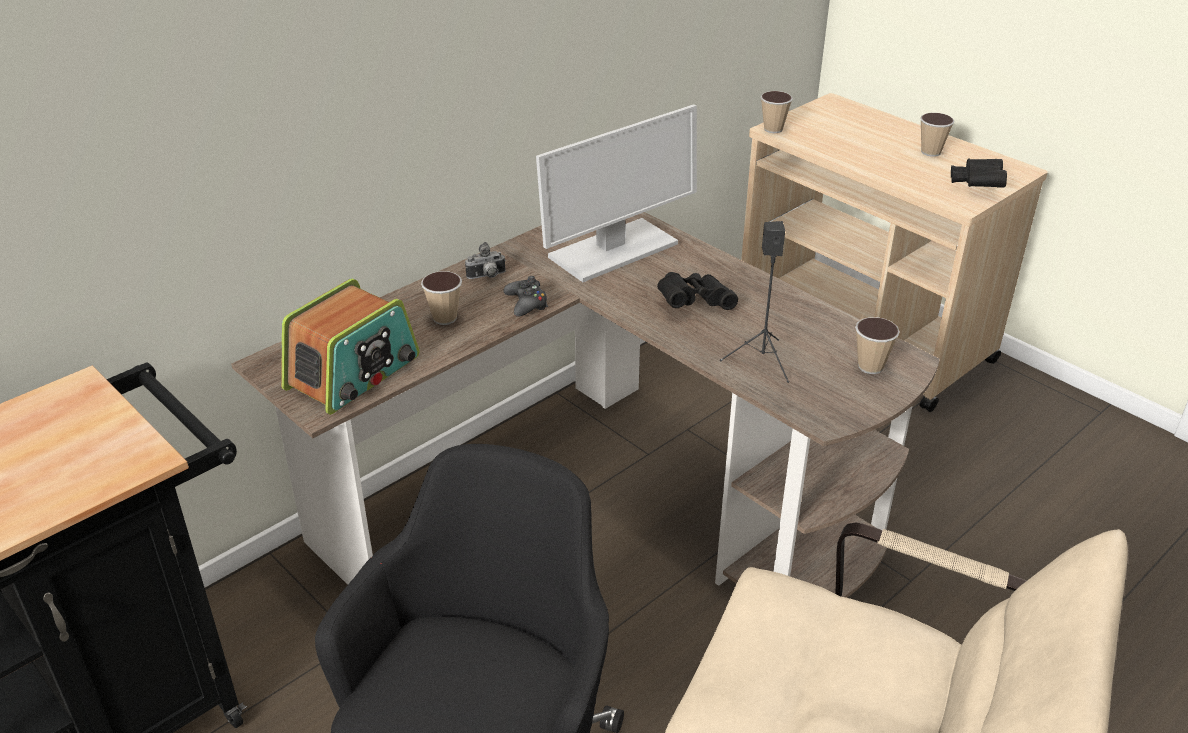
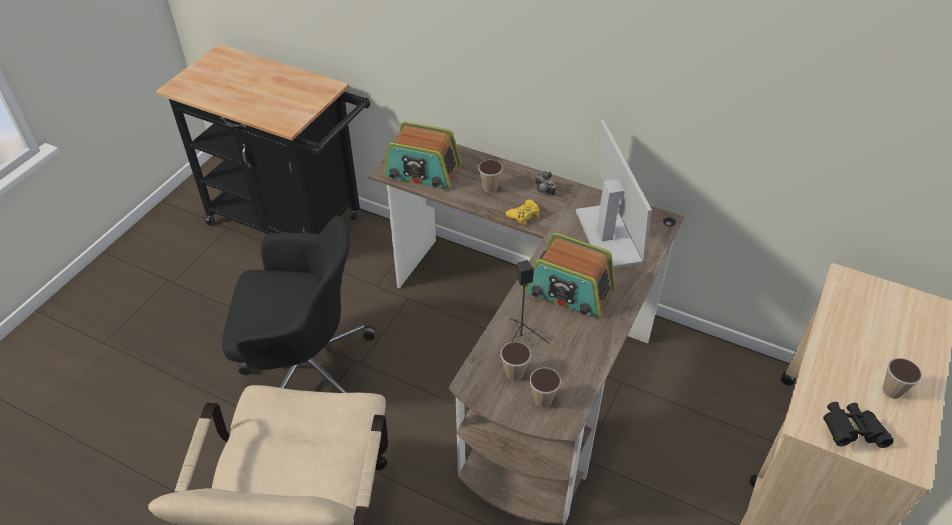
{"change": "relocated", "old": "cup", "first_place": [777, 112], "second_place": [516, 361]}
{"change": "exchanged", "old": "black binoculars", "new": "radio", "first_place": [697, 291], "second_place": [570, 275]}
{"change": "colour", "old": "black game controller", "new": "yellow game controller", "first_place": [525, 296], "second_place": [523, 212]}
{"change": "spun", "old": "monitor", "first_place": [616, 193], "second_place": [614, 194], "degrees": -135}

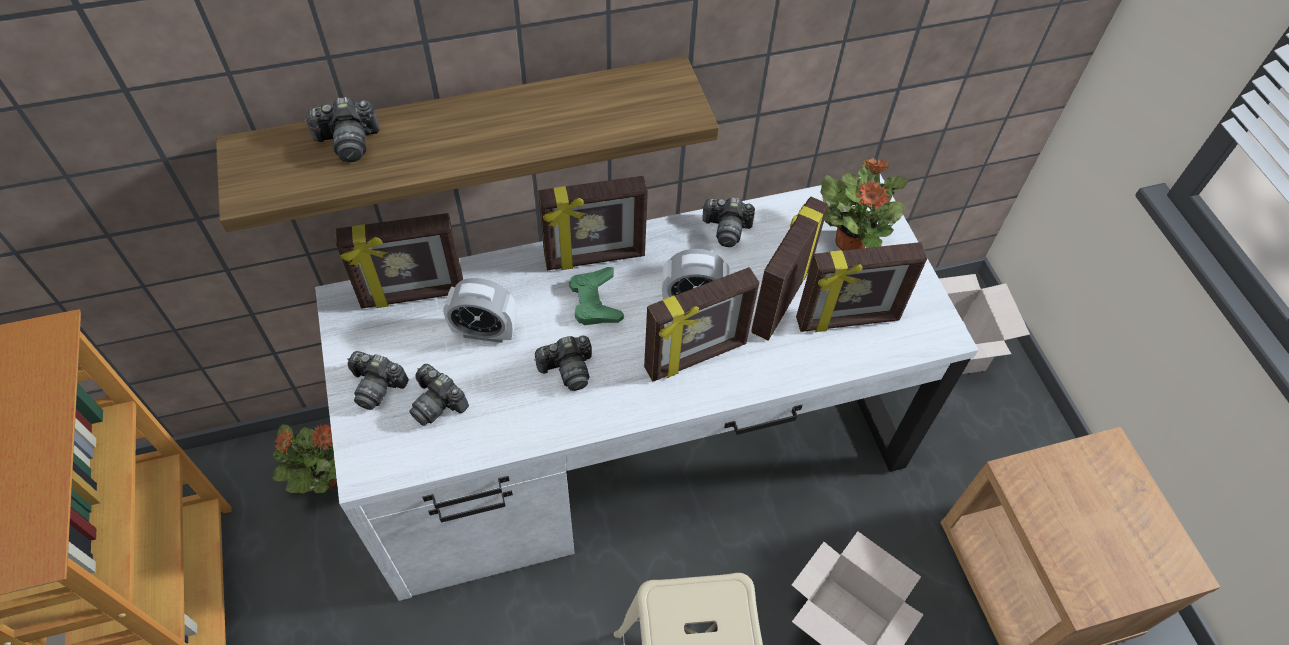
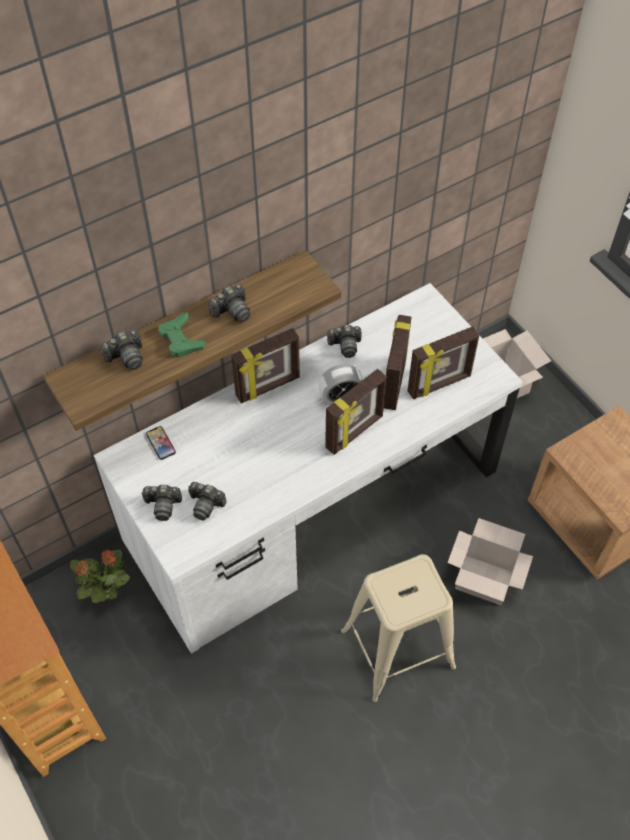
{"change": "missing", "old": "alarm clock", "first_place": [480, 310]}
{"change": "missing", "old": "potted plant", "first_place": [864, 204]}
{"change": "relocated", "old": "photo camera", "first_place": [563, 363], "second_place": [229, 303]}
{"change": "relocated", "old": "green game controller", "first_place": [596, 296], "second_place": [182, 335]}
{"change": "exchanged", "old": "picture frame", "new": "phone", "first_place": [399, 260], "second_place": [161, 443]}

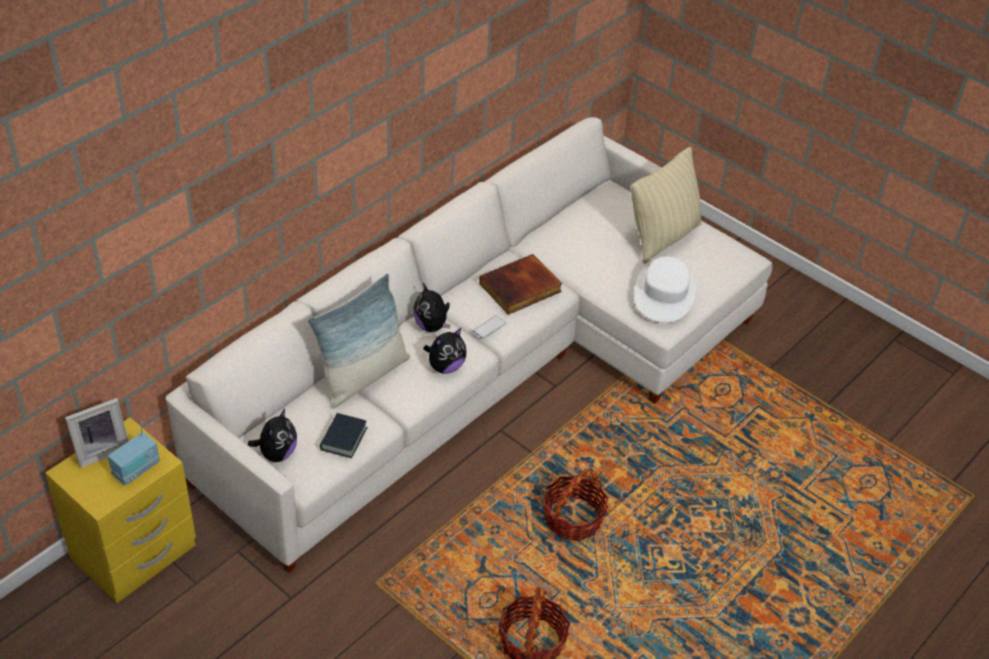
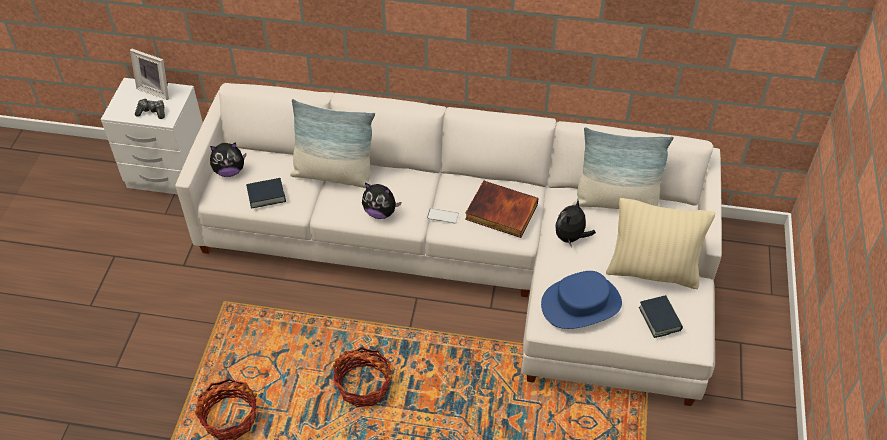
{"change": "appeared", "new": "pillow", "second_place": [623, 168]}
{"change": "appeared", "new": "book", "second_place": [661, 316]}
{"change": "relocated", "old": "plush toy", "first_place": [431, 307], "second_place": [575, 223]}
{"change": "exchanged", "old": "radio", "new": "game controller", "first_place": [134, 453], "second_place": [150, 109]}
{"change": "colour", "old": "yellow nightstand", "new": "white nightstand", "first_place": [120, 510], "second_place": [152, 136]}
{"change": "colour", "old": "white hat", "new": "blue hat", "first_place": [665, 290], "second_place": [581, 300]}

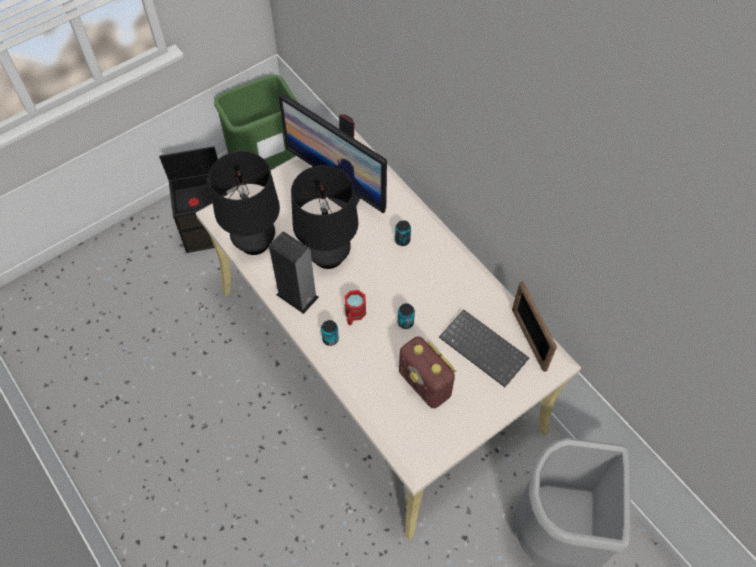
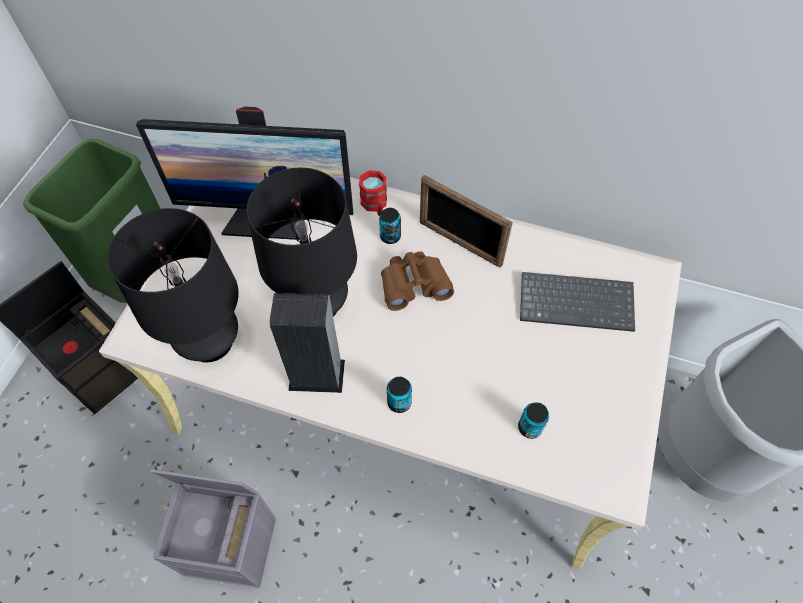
{"change": "missing", "old": "radio", "first_place": [428, 372]}
{"change": "appeared", "new": "grey storage box", "second_place": [213, 528]}
{"change": "appeared", "new": "brown binoculars", "second_place": [417, 281]}
{"change": "relocated", "old": "red mug", "first_place": [355, 307], "second_place": [373, 193]}
{"change": "relocated", "old": "can", "first_place": [406, 316], "second_place": [533, 420]}
{"change": "relocated", "old": "picture frame", "first_place": [534, 326], "second_place": [466, 221]}

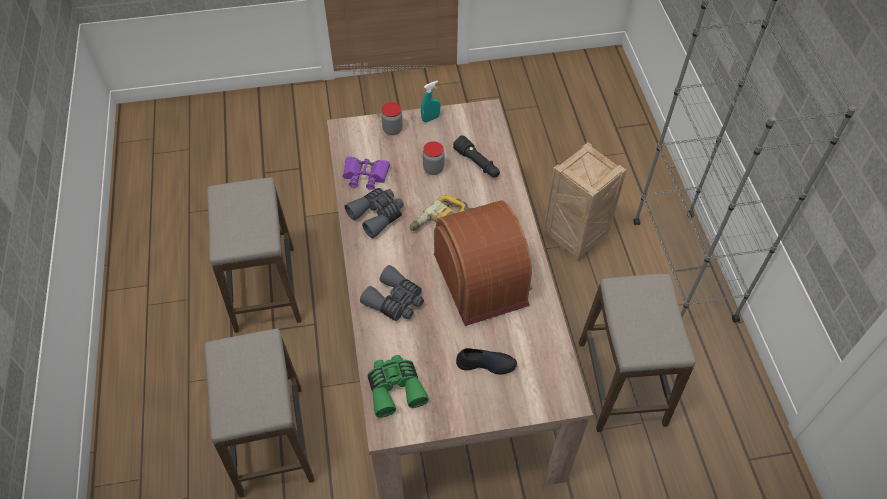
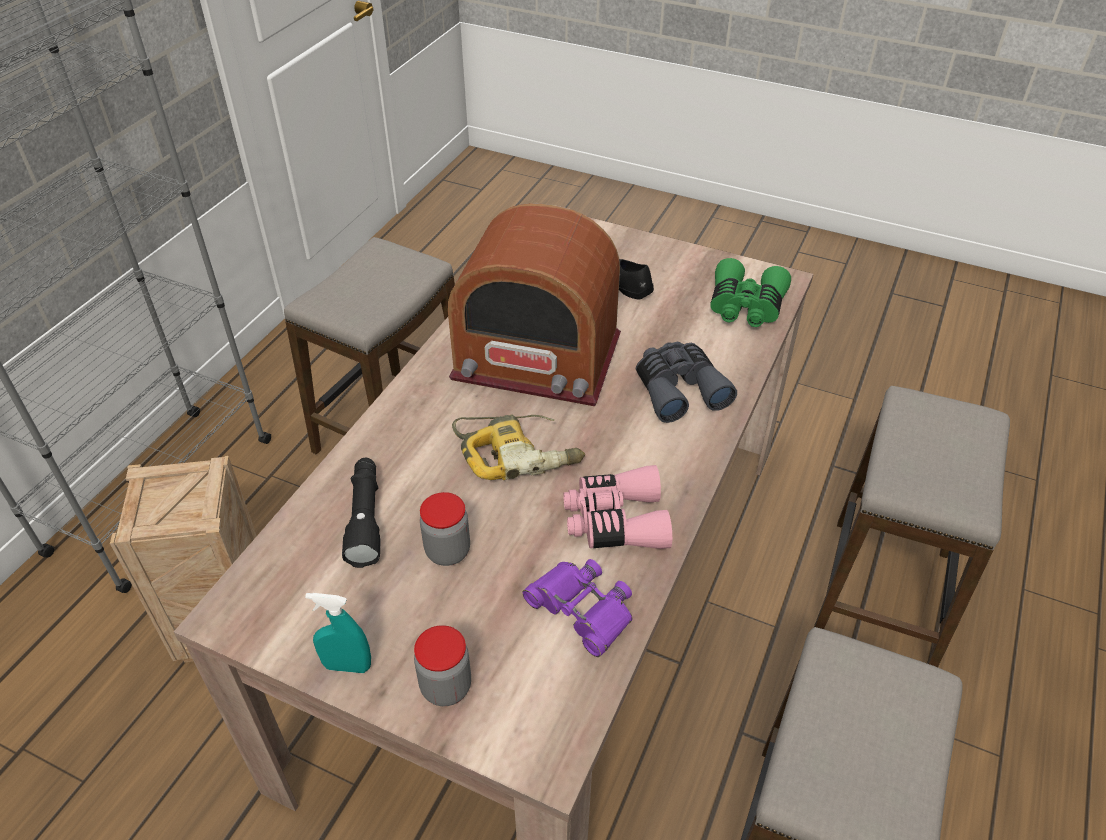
{"change": "colour", "old": "grey binoculars", "new": "pink binoculars", "first_place": [374, 213], "second_place": [617, 507]}
{"change": "spun", "old": "radio", "first_place": [482, 263], "second_place": [534, 304], "degrees": -90}

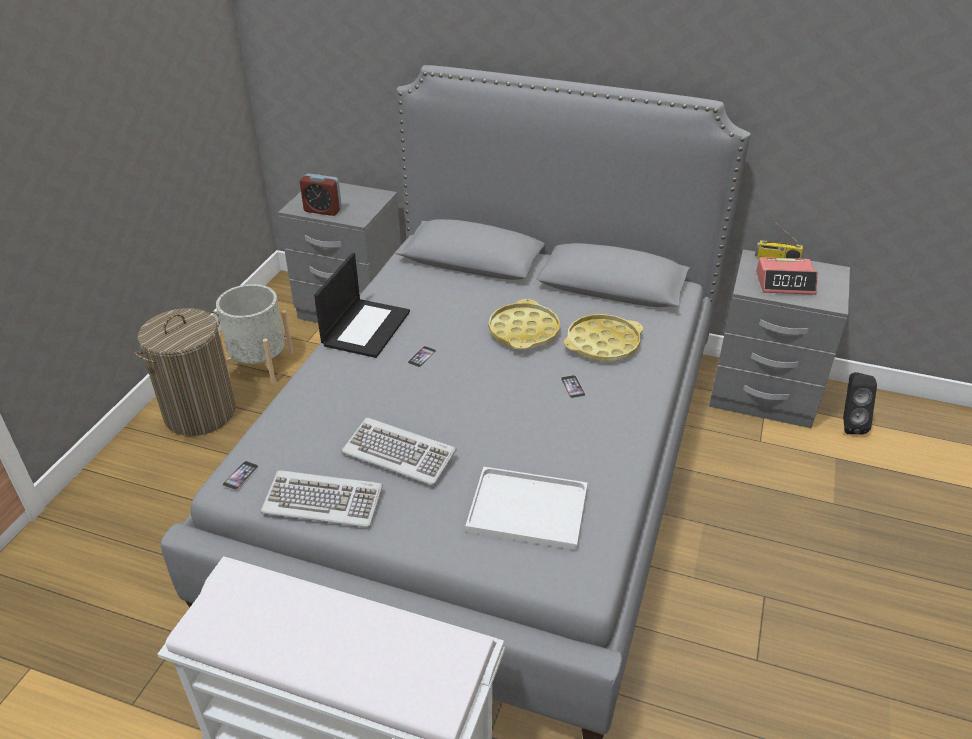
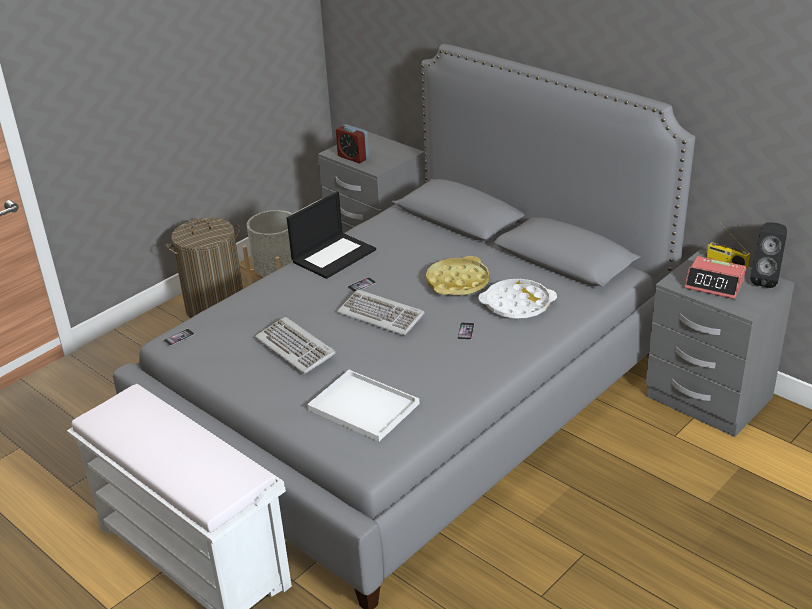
{"change": "relocated", "old": "keyboard", "first_place": [322, 499], "second_place": [381, 313]}
{"change": "relocated", "old": "black speaker", "first_place": [860, 403], "second_place": [768, 255]}
{"change": "colour", "old": "yellow tray", "new": "white tray", "first_place": [603, 337], "second_place": [518, 299]}

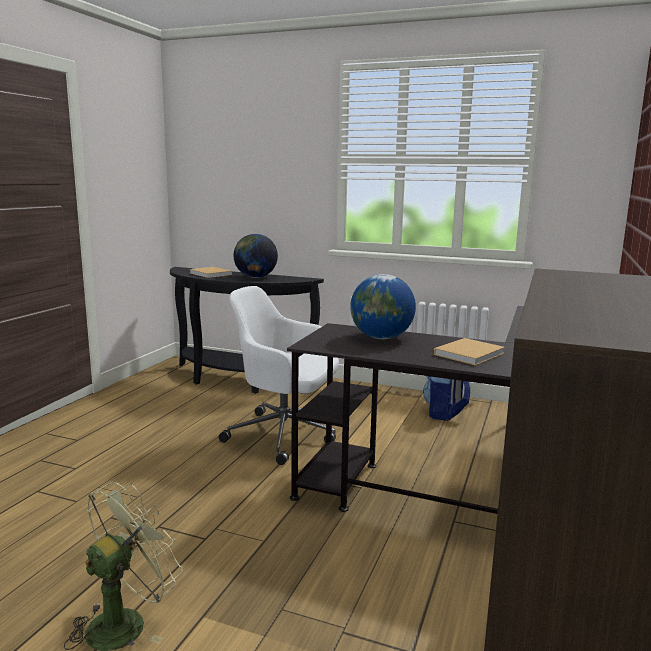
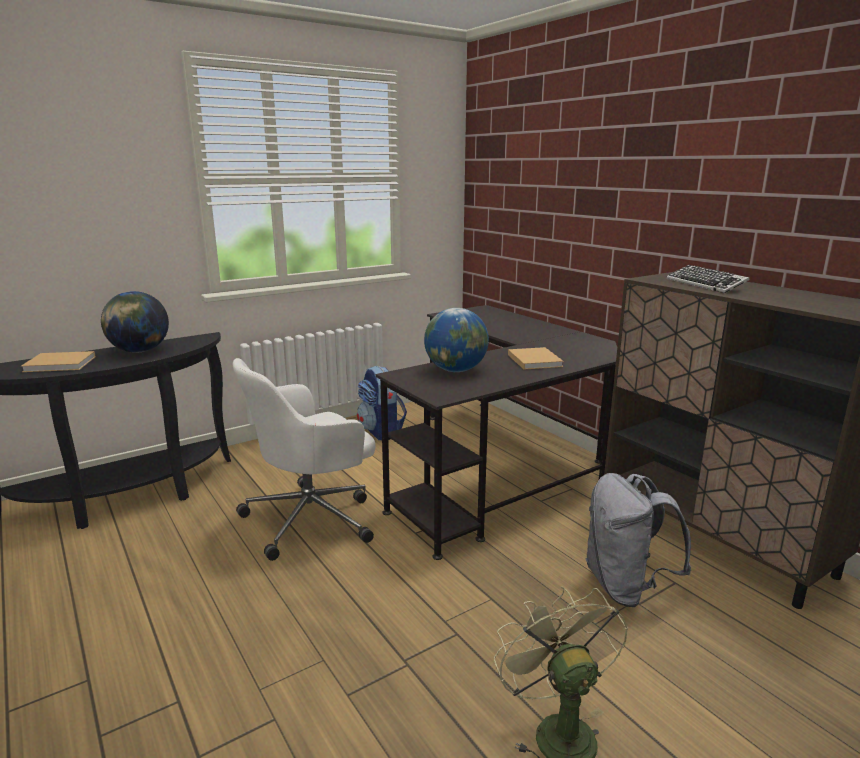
{"change": "appeared", "new": "grey backpack", "second_place": [638, 540]}
{"change": "appeared", "new": "keyboard", "second_place": [708, 279]}

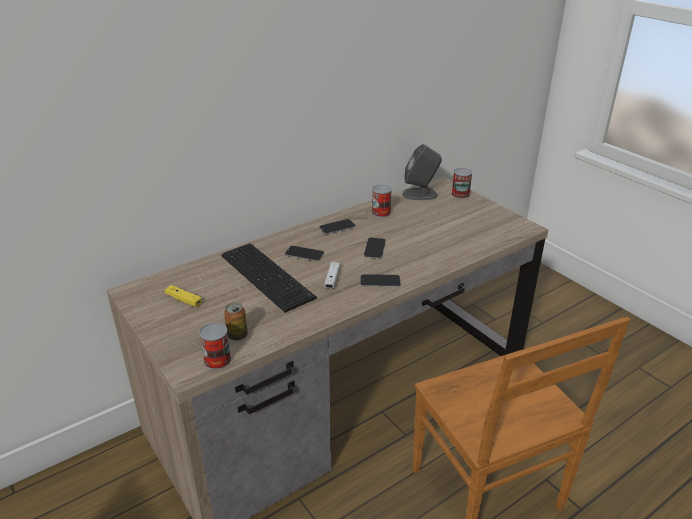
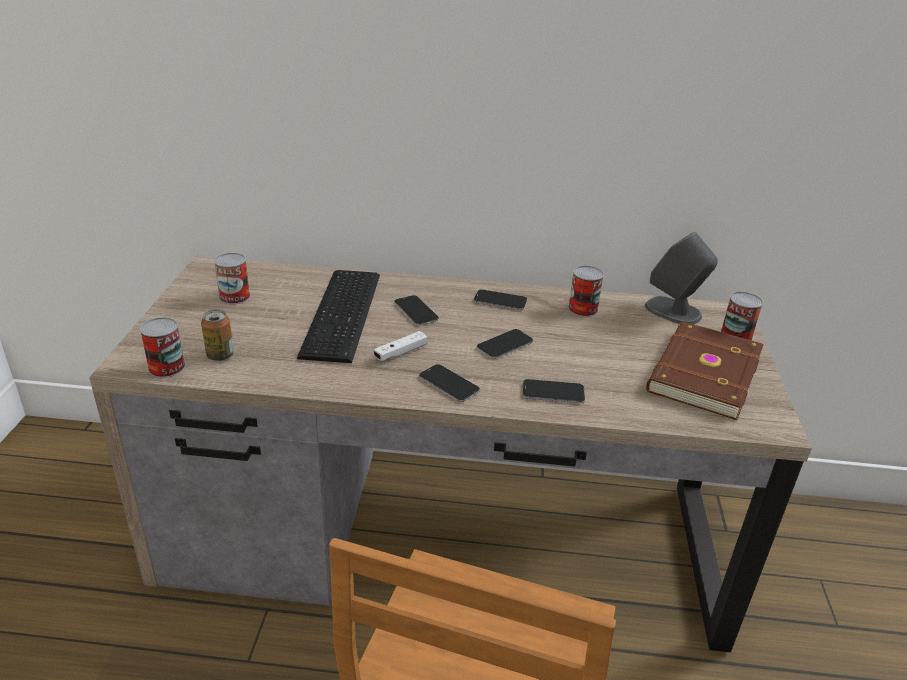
{"change": "appeared", "new": "phone", "second_place": [554, 391]}
{"change": "appeared", "new": "brown book", "second_place": [705, 371]}
{"change": "exchanged", "old": "yellow game controller", "new": "can", "first_place": [183, 296], "second_place": [232, 278]}

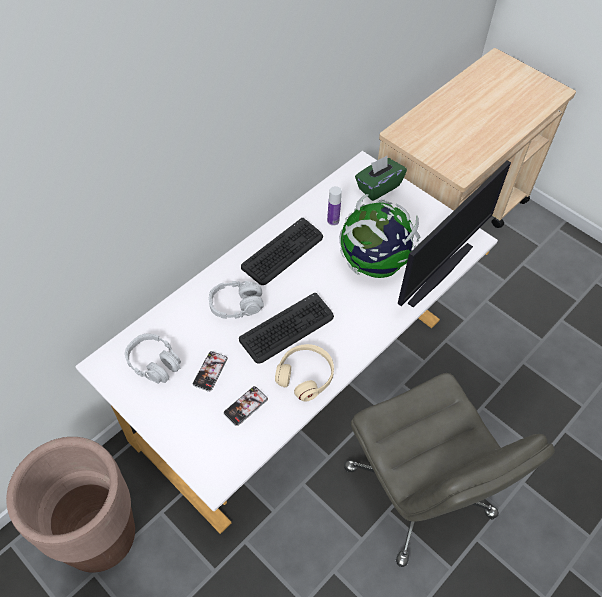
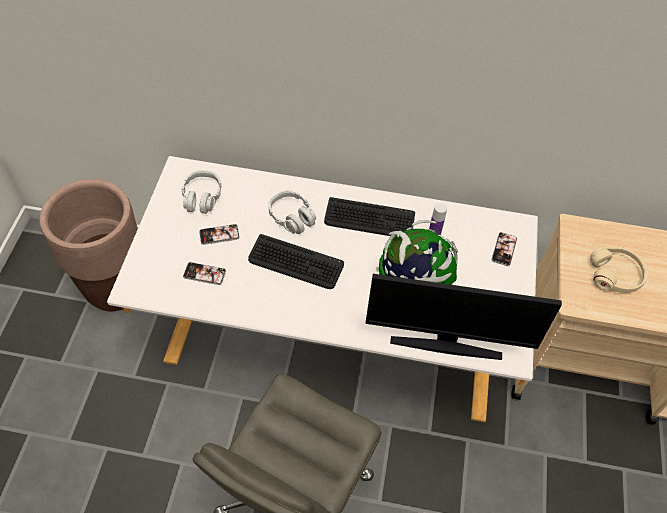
{"change": "relocated", "old": "beige headphones", "first_place": [304, 372], "second_place": [619, 270]}
{"change": "exchanged", "old": "green tissue box", "new": "phone", "first_place": [381, 178], "second_place": [504, 249]}

